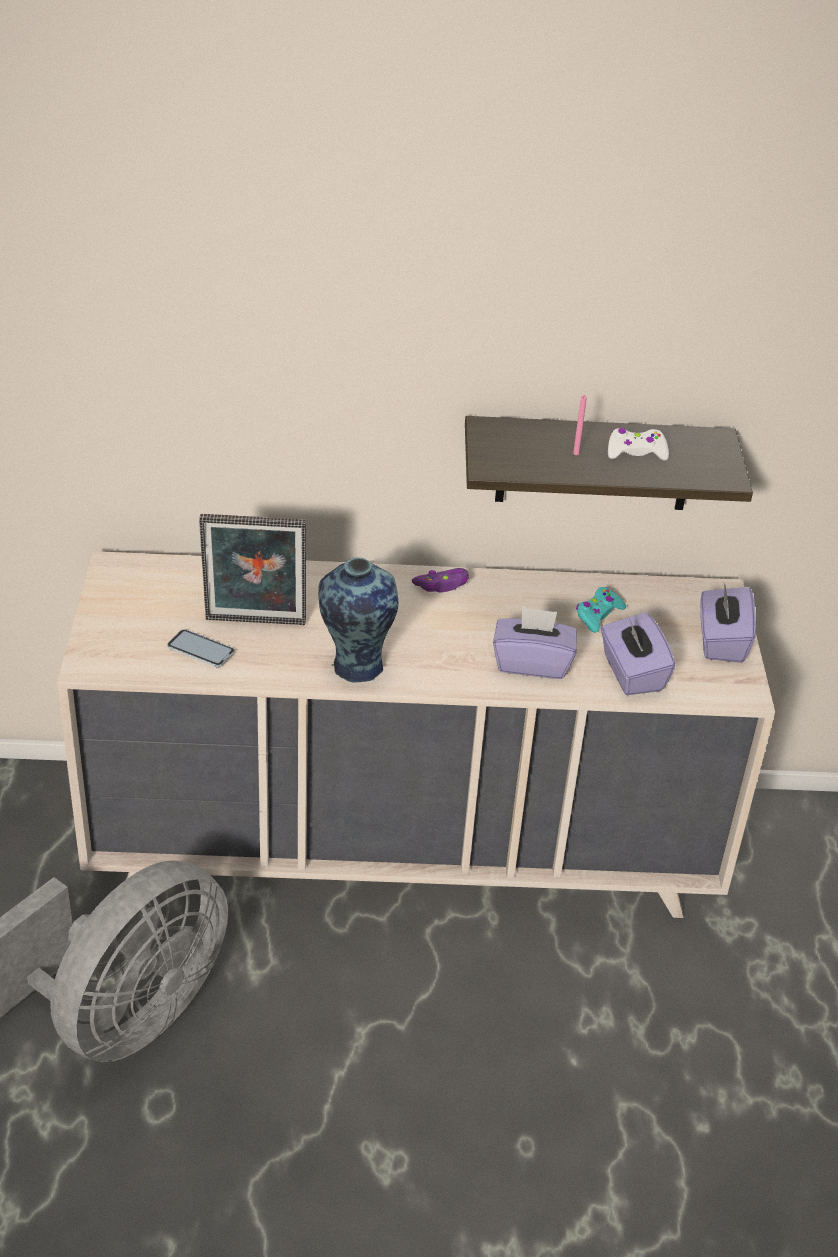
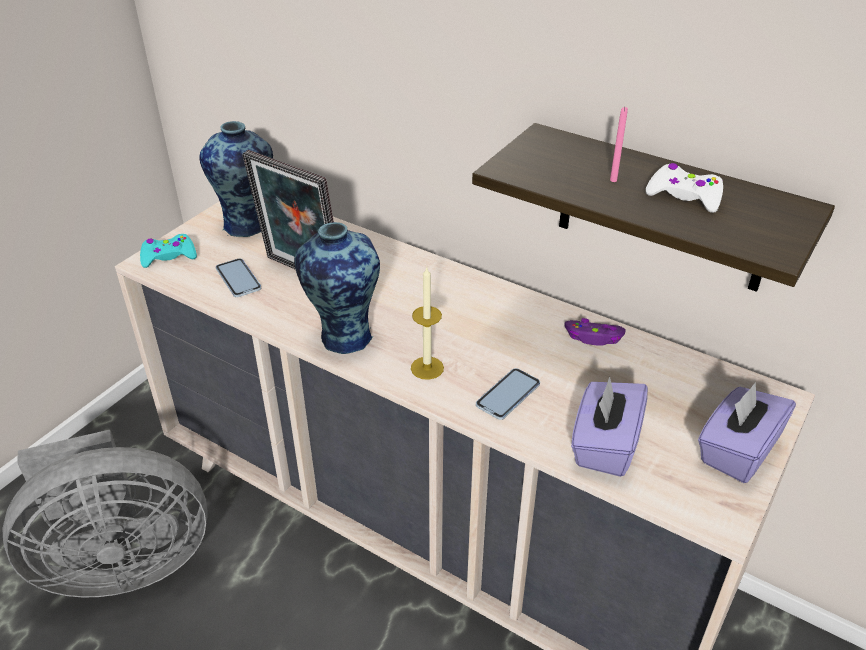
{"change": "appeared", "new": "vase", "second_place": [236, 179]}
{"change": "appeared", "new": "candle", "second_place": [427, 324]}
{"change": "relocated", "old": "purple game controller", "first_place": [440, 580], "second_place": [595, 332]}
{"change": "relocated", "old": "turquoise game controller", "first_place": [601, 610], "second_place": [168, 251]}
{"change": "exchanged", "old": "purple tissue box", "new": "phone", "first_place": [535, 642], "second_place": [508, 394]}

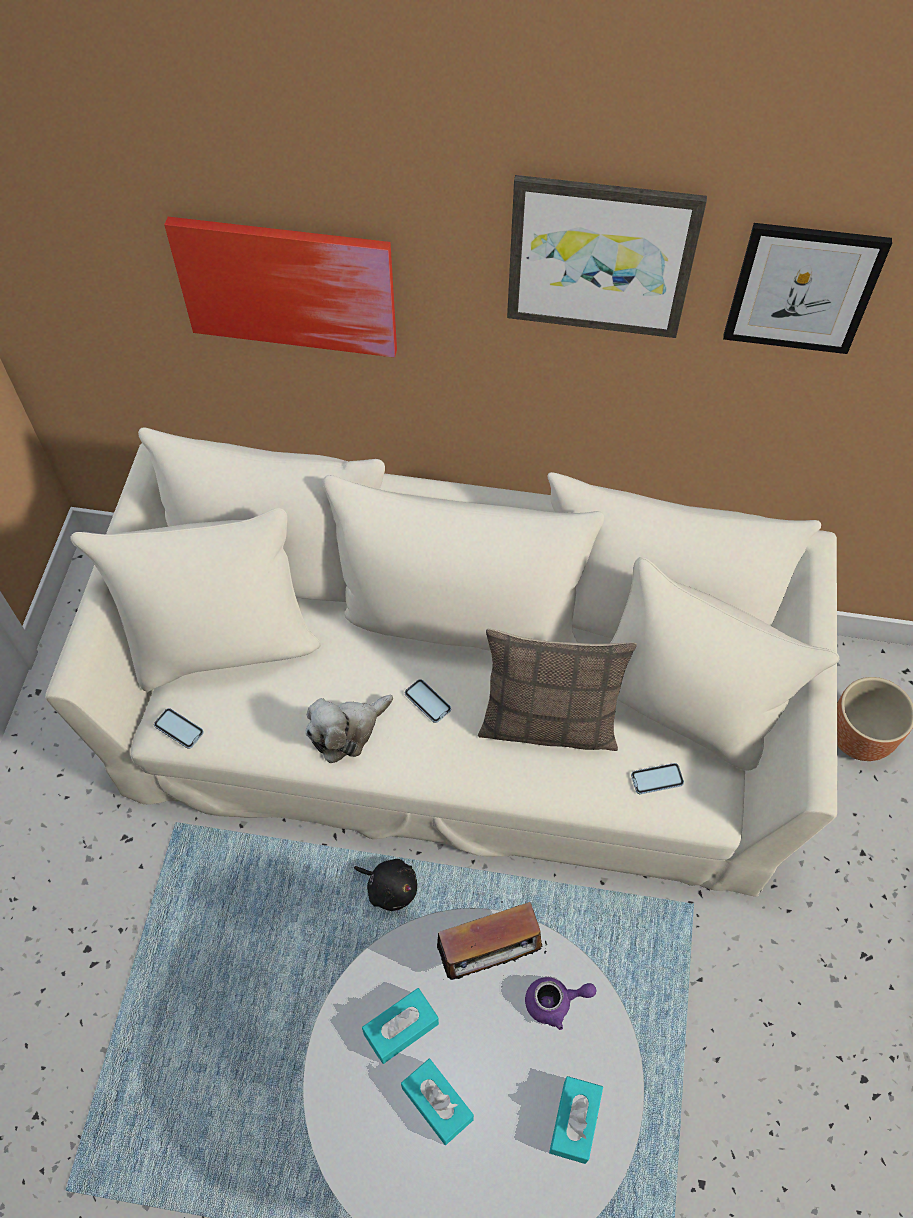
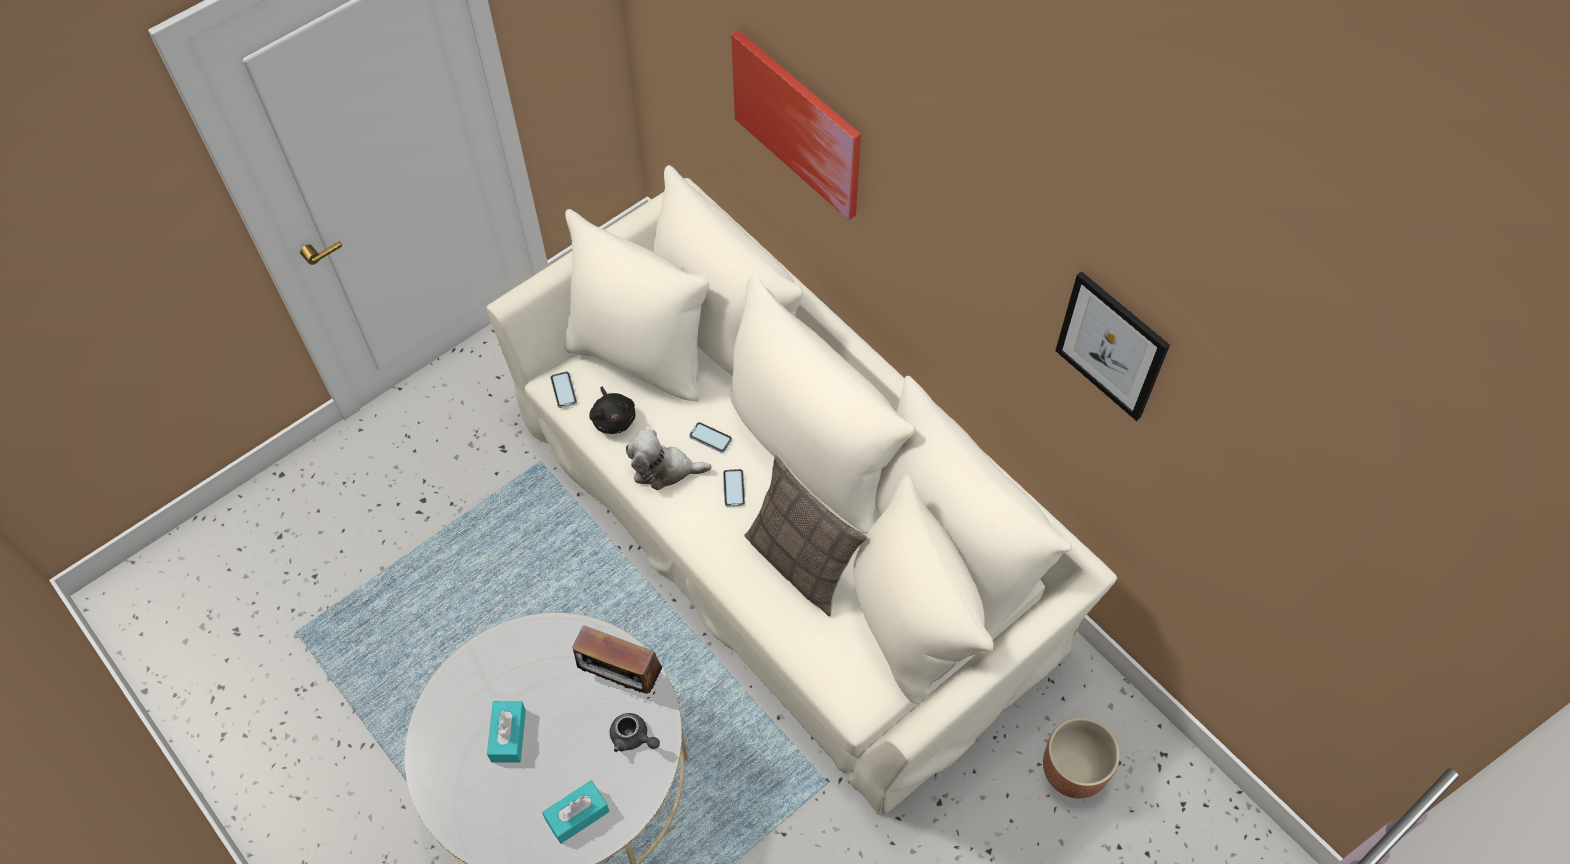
{"change": "missing", "old": "turquoise tissue box", "first_place": [400, 1026]}
{"change": "missing", "old": "picture", "first_place": [607, 256]}
{"change": "relocated", "old": "black plush toy", "first_place": [385, 885], "second_place": [612, 410]}
{"change": "relocated", "old": "phone", "first_place": [657, 778], "second_place": [710, 437]}
{"change": "colour", "old": "purple teapot", "new": "grey teapot", "first_place": [560, 1003], "second_place": [635, 732]}

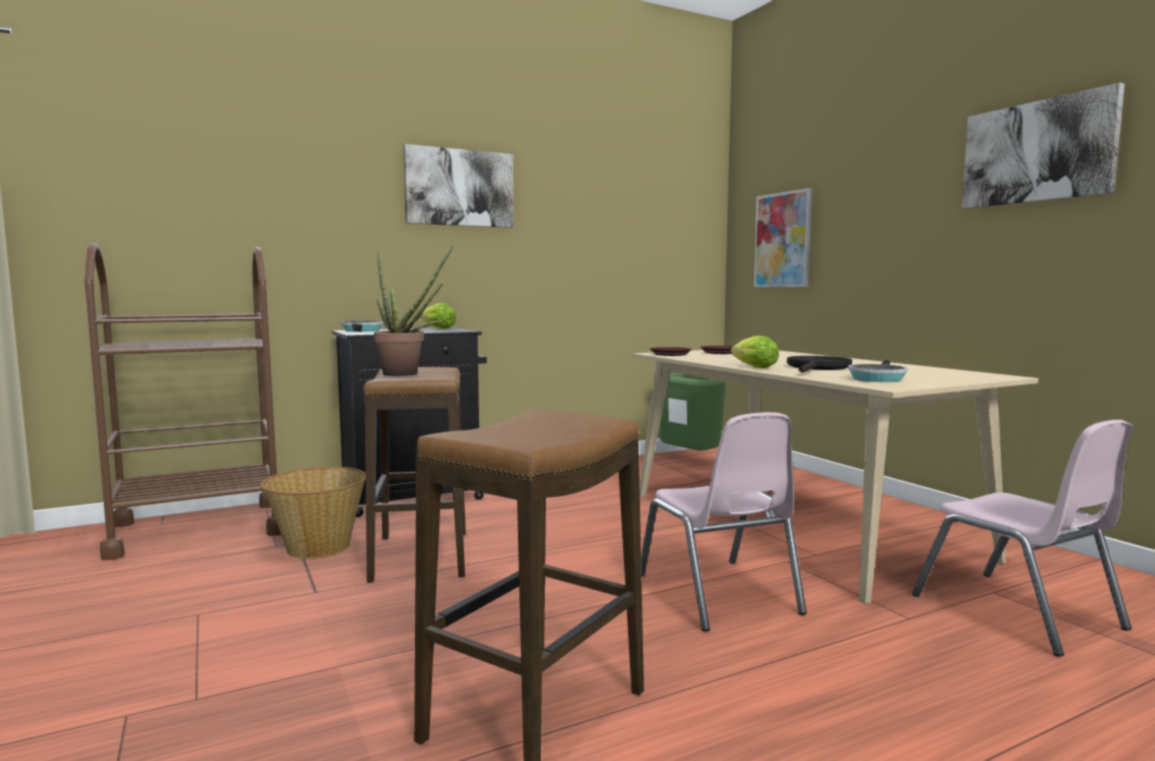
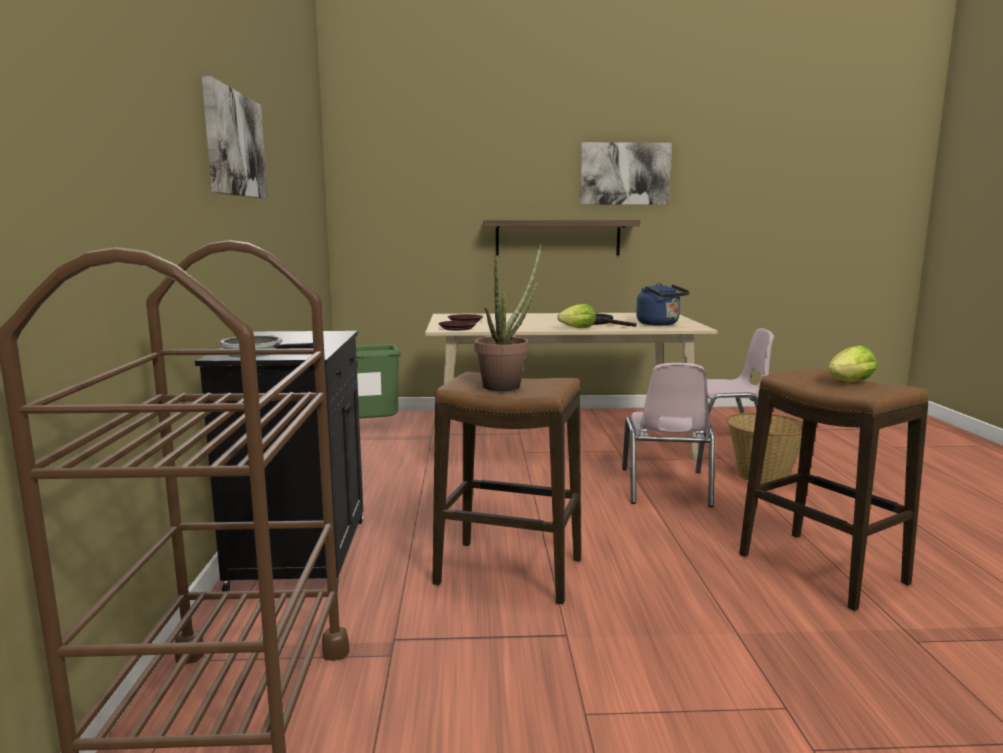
{"change": "missing", "old": "picture", "first_place": [783, 237]}
{"change": "appeared", "new": "shelf", "second_place": [561, 237]}
{"change": "relocated", "old": "basket", "first_place": [313, 513], "second_place": [764, 448]}
{"change": "relocated", "old": "lettuce", "first_place": [438, 316], "second_place": [852, 363]}
{"change": "exchanged", "old": "frying pan", "new": "blue kettle", "first_place": [878, 371], "second_place": [662, 304]}
{"change": "spun", "old": "pink chair", "first_place": [724, 521], "second_place": [668, 435], "degrees": 90}

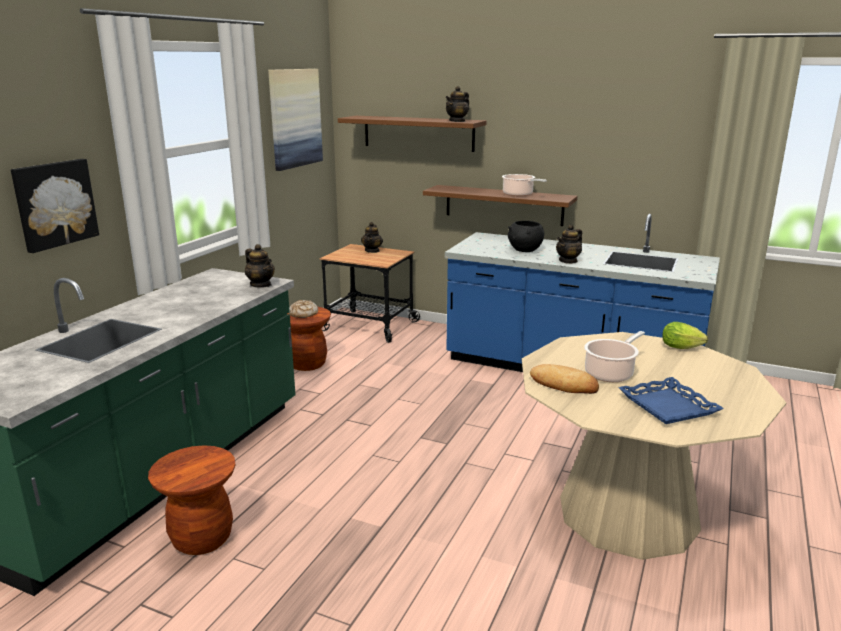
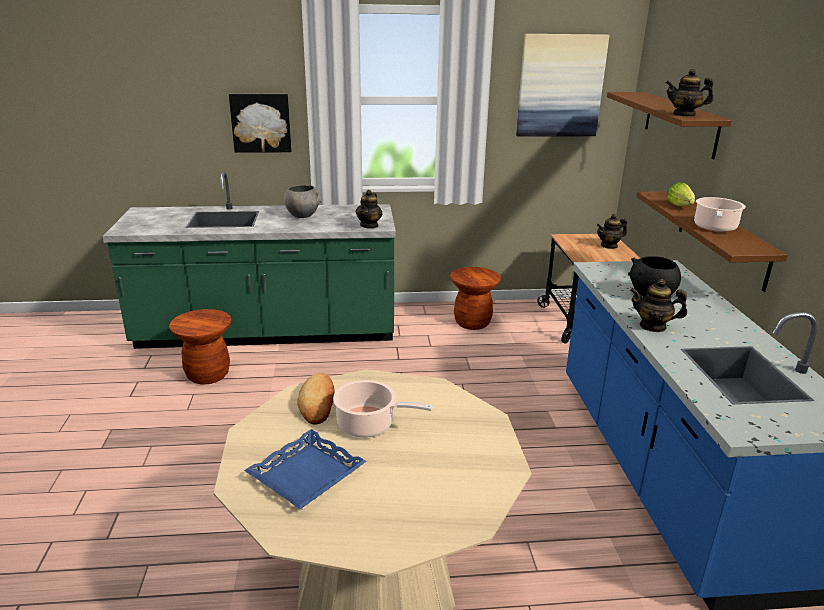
{"change": "missing", "old": "bread", "first_place": [303, 309]}
{"change": "appeared", "new": "grey bowl", "second_place": [303, 201]}
{"change": "relocated", "old": "lettuce", "first_place": [685, 335], "second_place": [681, 194]}

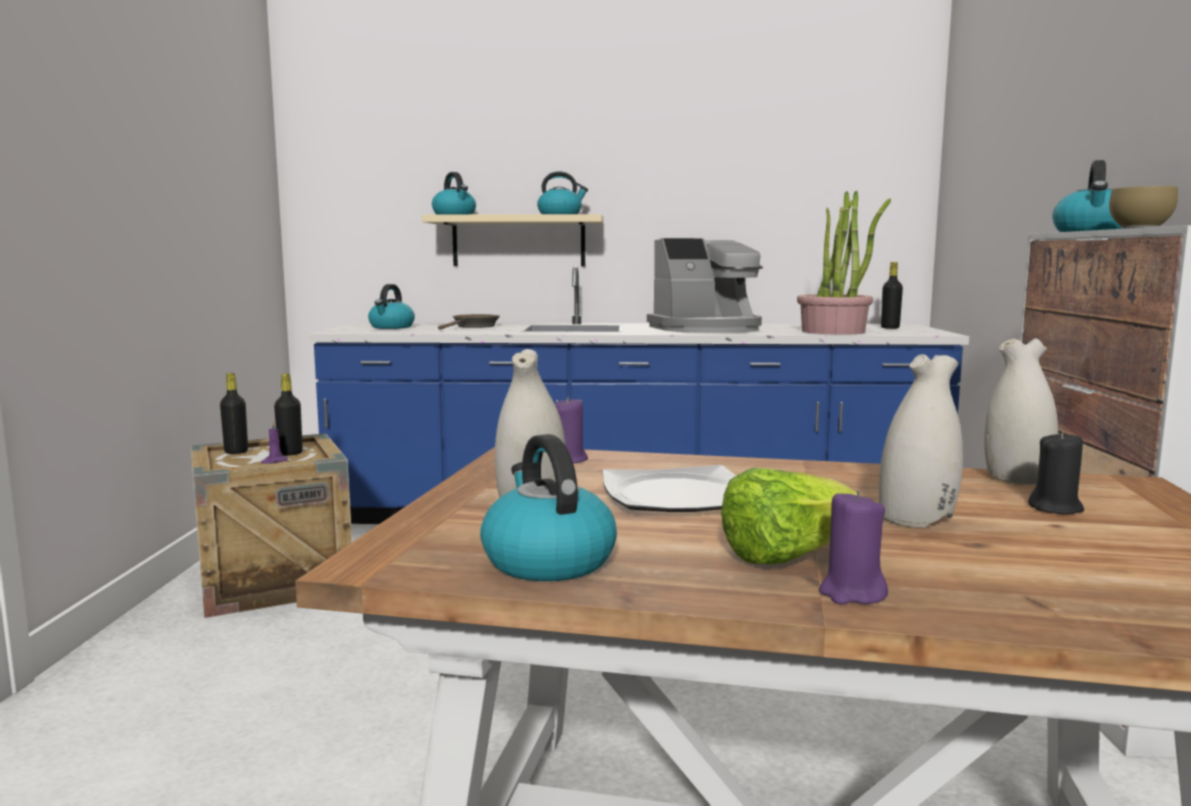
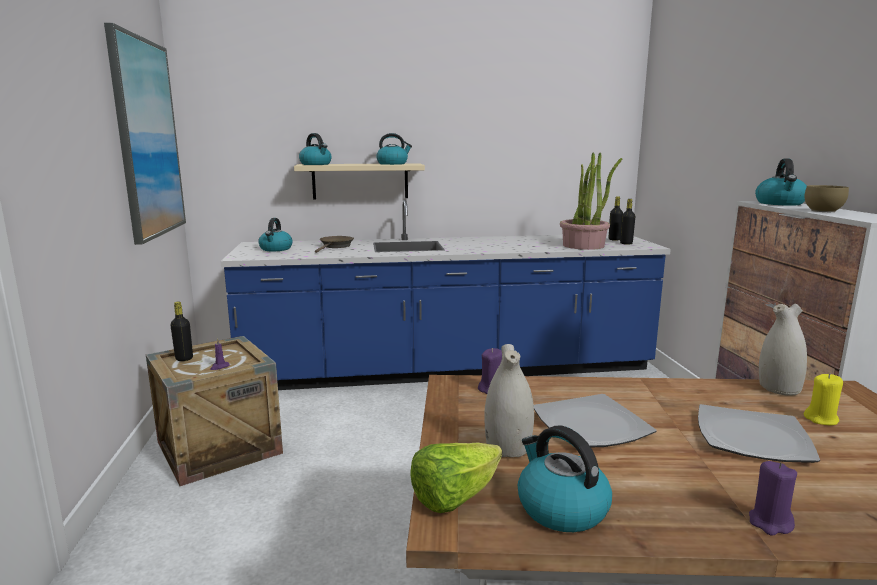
{"change": "missing", "old": "coffee machine", "first_place": [705, 285]}
{"change": "appeared", "new": "picture", "second_place": [145, 134]}
{"change": "relocated", "old": "black bottle", "first_place": [288, 415], "second_place": [627, 222]}
{"change": "relocated", "old": "lettuce", "first_place": [789, 516], "second_place": [456, 477]}
{"change": "exchanged", "old": "white vase", "new": "plate", "first_place": [921, 441], "second_place": [759, 433]}
{"change": "colour", "old": "black candle", "new": "yellow candle", "first_place": [1056, 472], "second_place": [823, 399]}

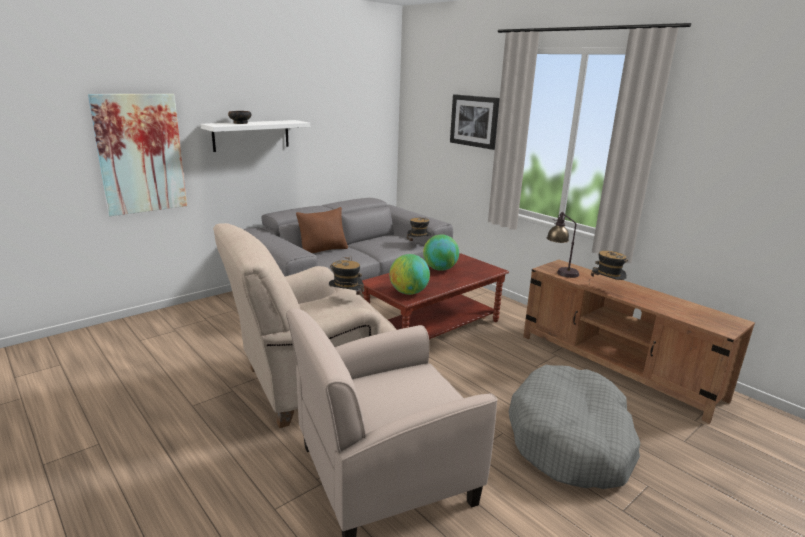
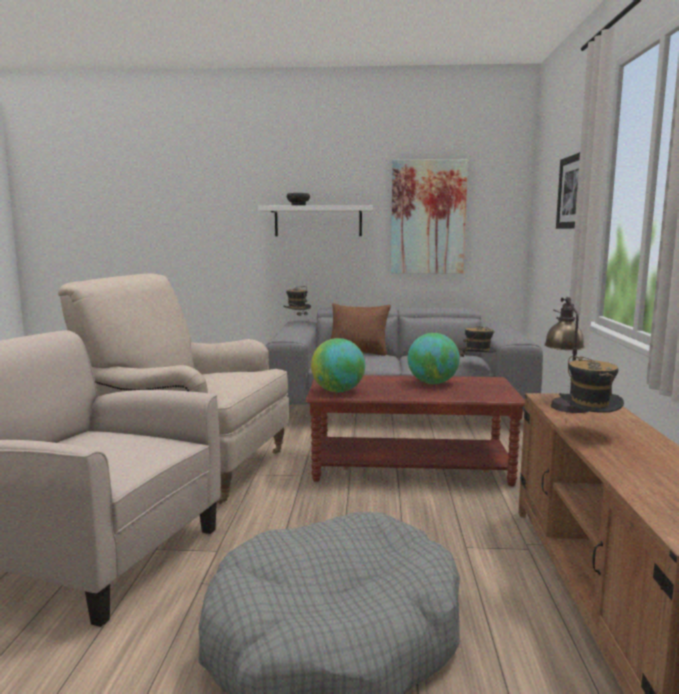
{"change": "relocated", "old": "picture", "first_place": [137, 155], "second_place": [429, 216]}
{"change": "relocated", "old": "hat", "first_place": [346, 275], "second_place": [297, 305]}

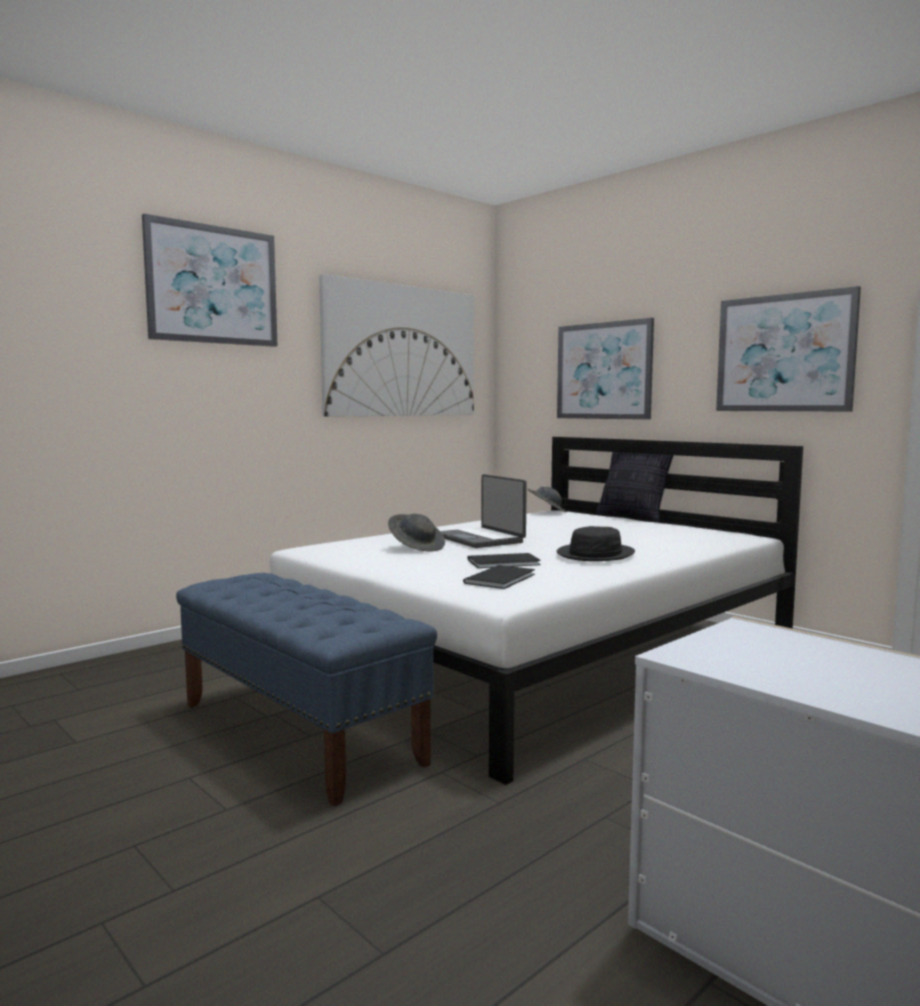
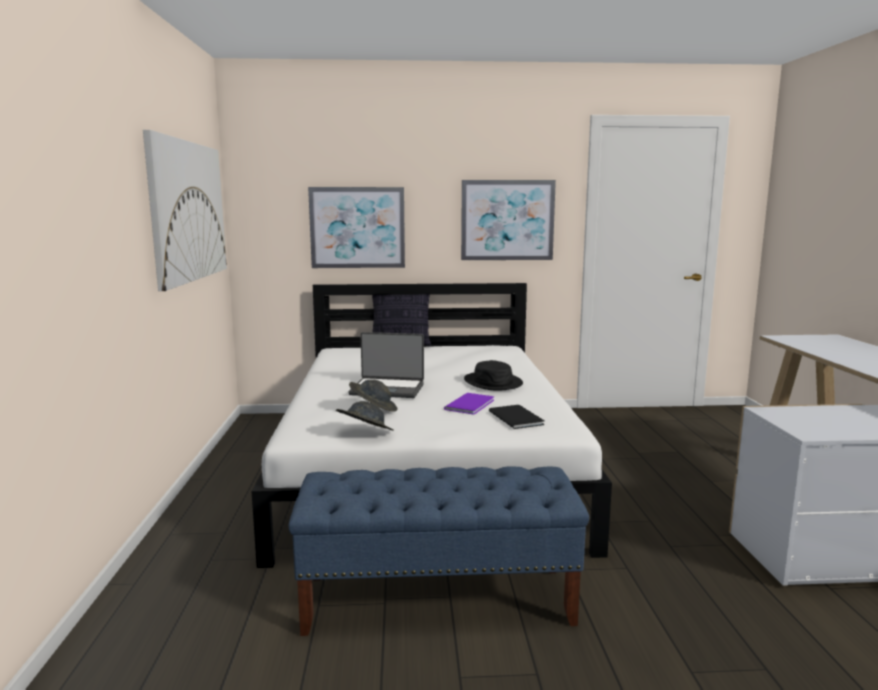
{"change": "missing", "old": "picture", "first_place": [209, 280]}
{"change": "relocated", "old": "grey hat", "first_place": [547, 499], "second_place": [365, 416]}
{"change": "colour", "old": "black book", "new": "purple book", "first_place": [504, 560], "second_place": [469, 403]}

